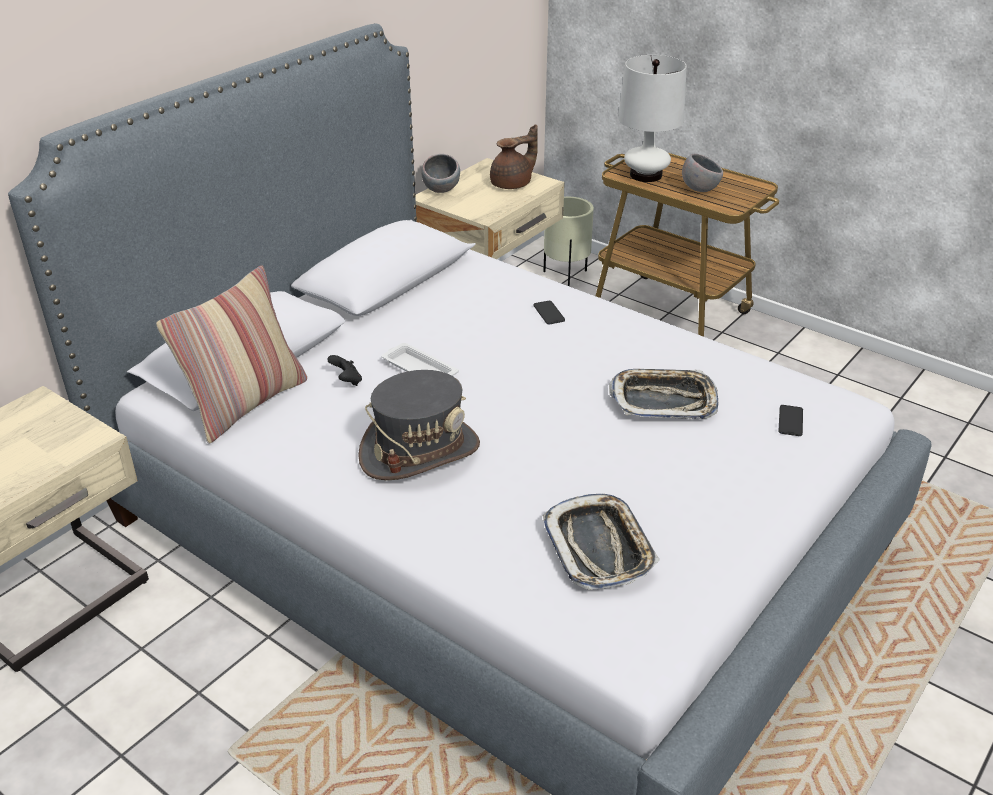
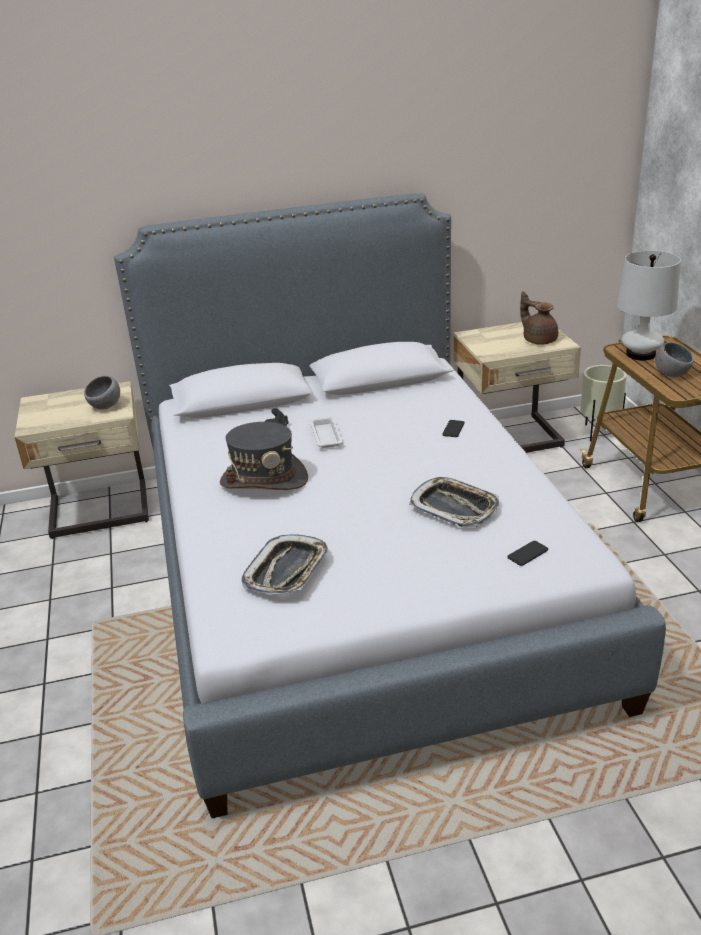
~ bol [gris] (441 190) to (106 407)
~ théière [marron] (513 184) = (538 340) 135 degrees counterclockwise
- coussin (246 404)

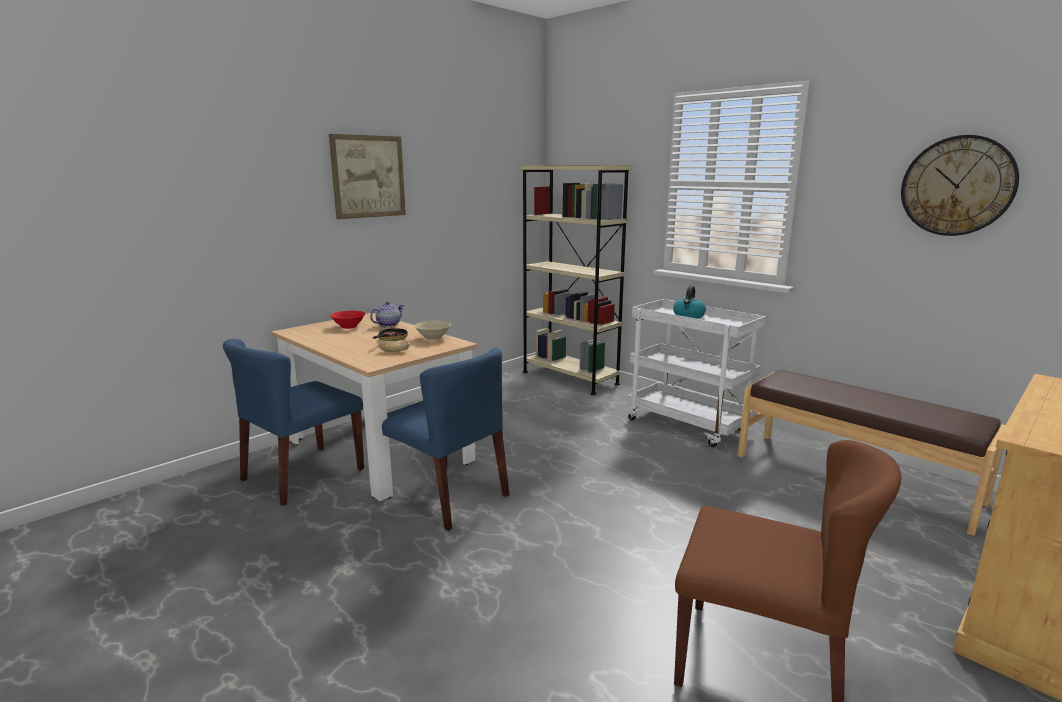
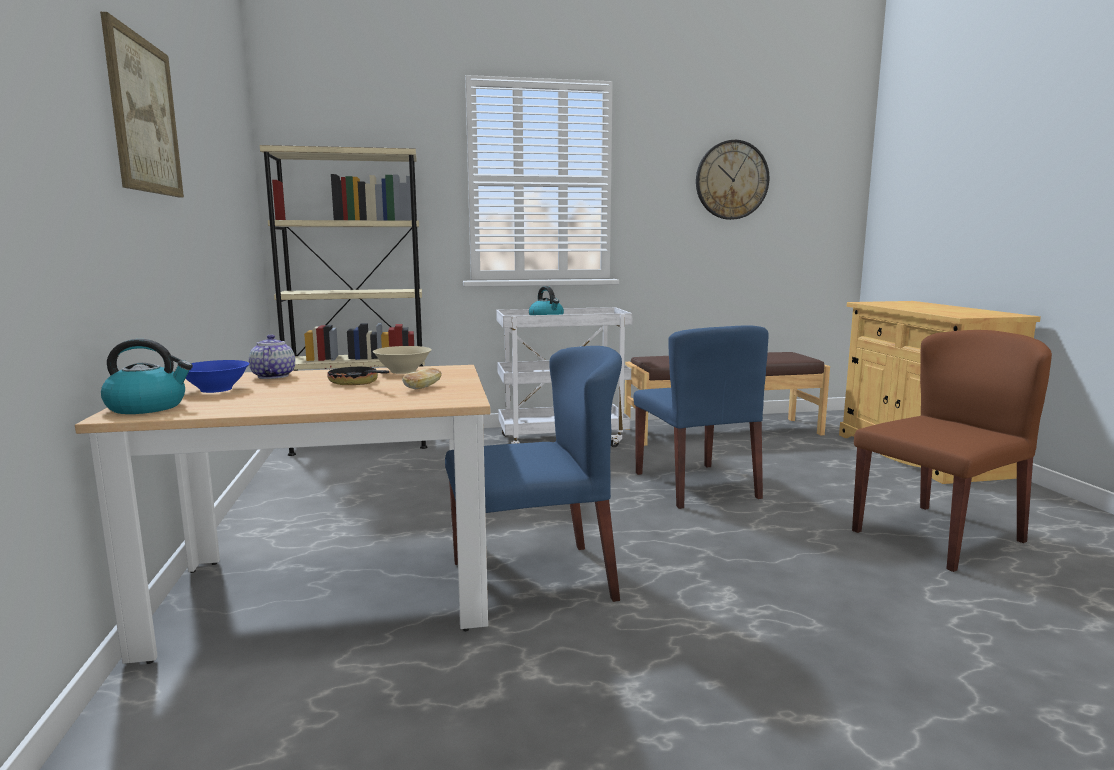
+ bouilloire (148 407)
~ bol [rouge] (349 326) to bol [bleu] (216 389)
~ chaise [bleu] (302 474) to (696 485)

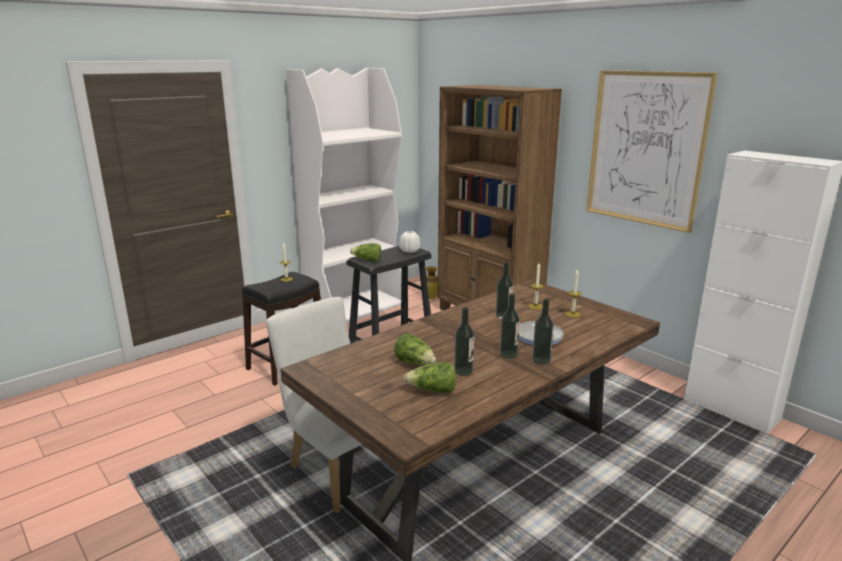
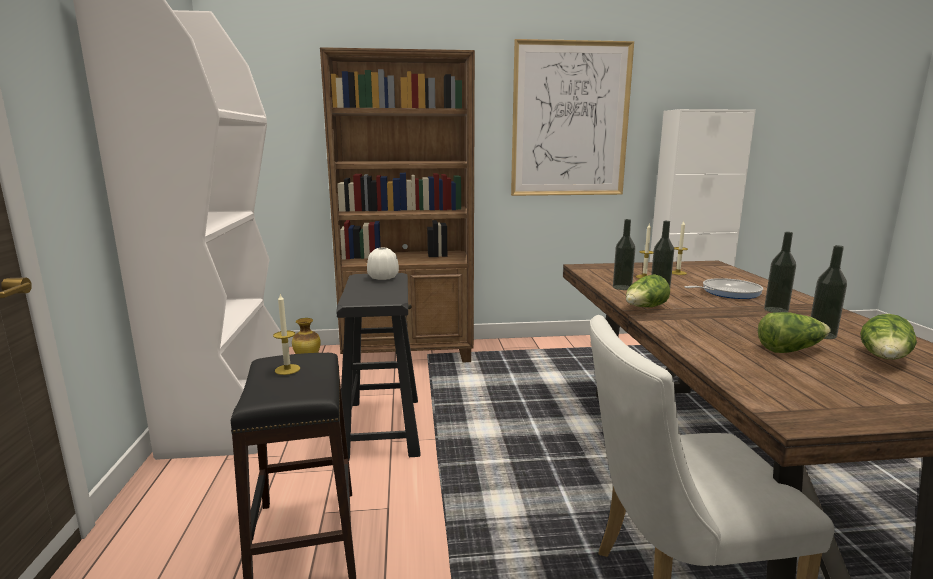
~ bouteille (541 360) to (622 287)
~ laitue (367 260) to (645 308)

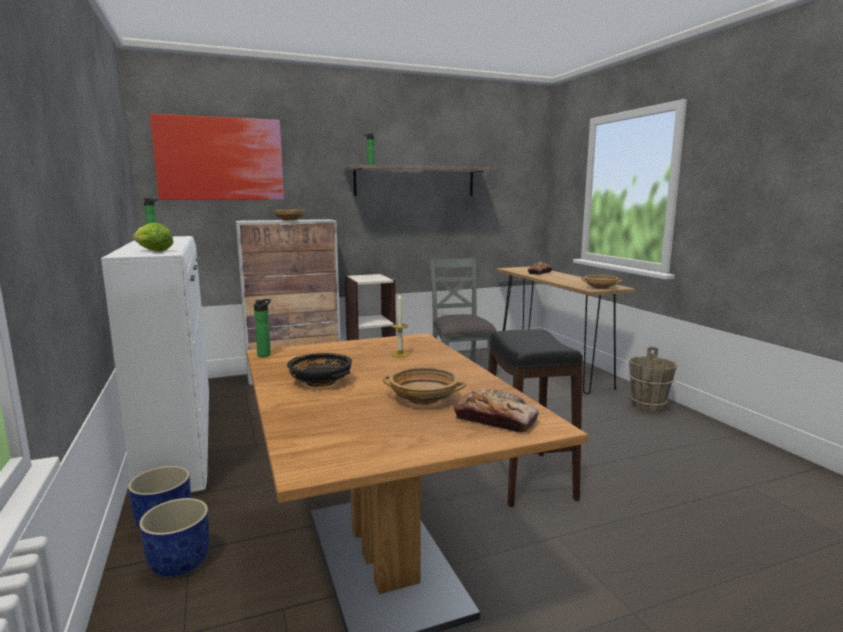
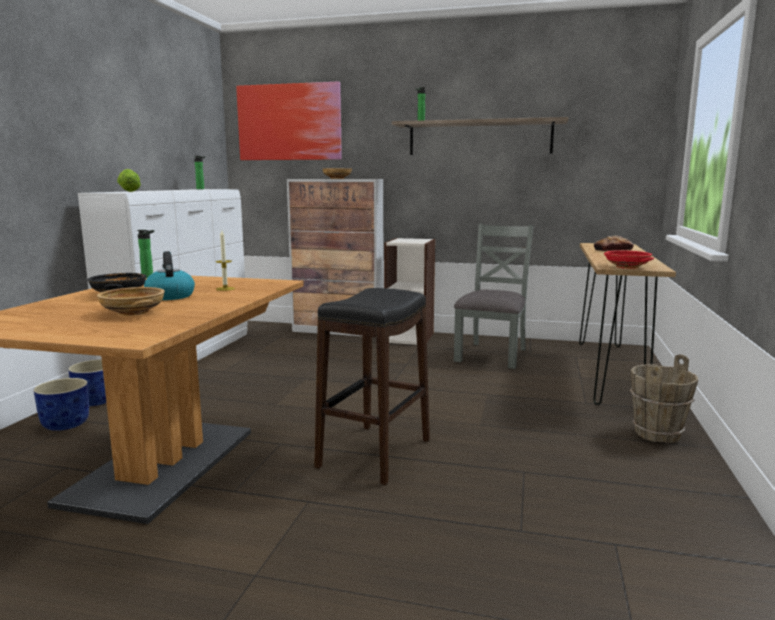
+ bouilloire (170 296)
~ bol [beige] (600 288) to bol [rouge] (626 267)
- pain (495 420)

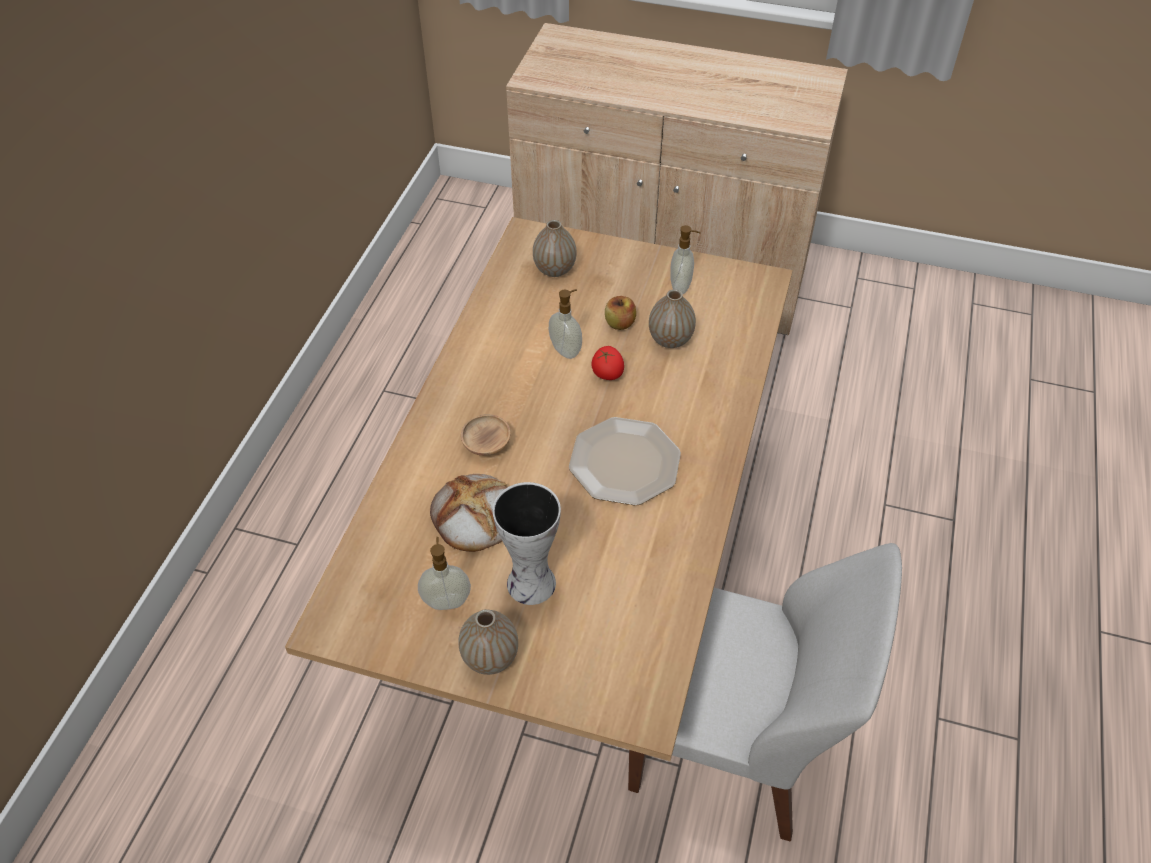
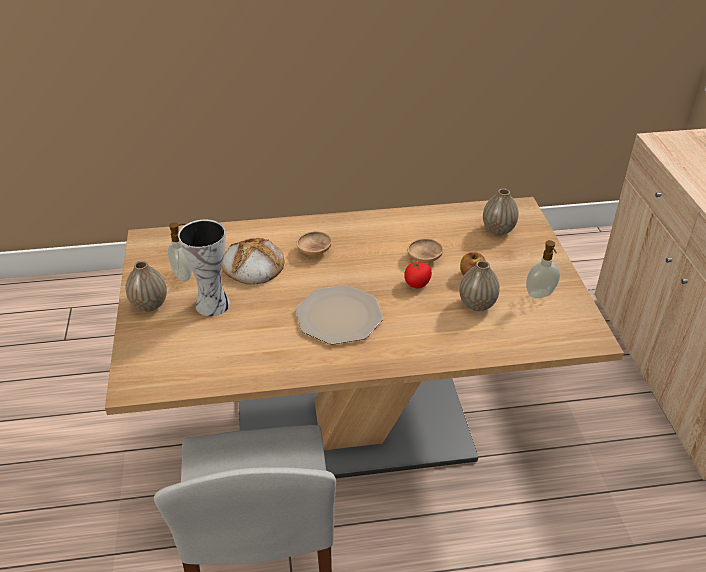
~ distributeur de savon (566 350) to bol [marron] (424 259)

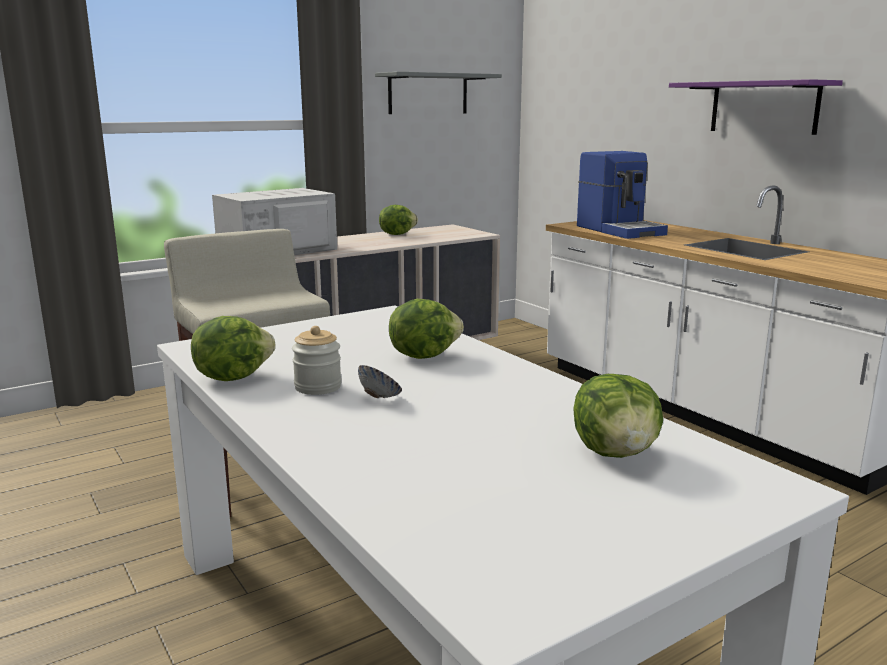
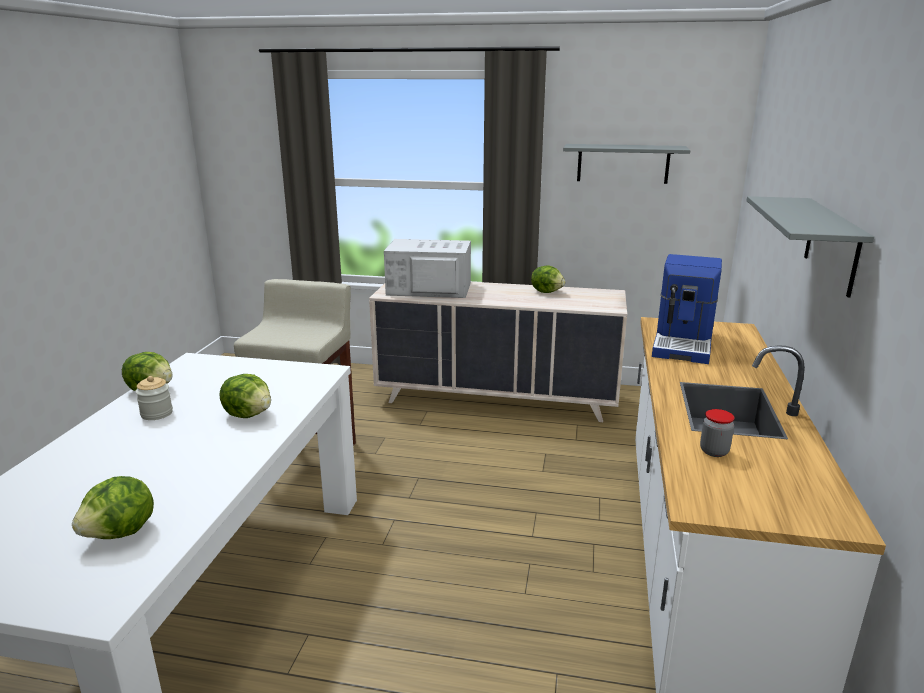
+ bocal (714 451)
~ étagère [violet] (763 107) to étagère [gris] (832 245)
- bol (379 398)

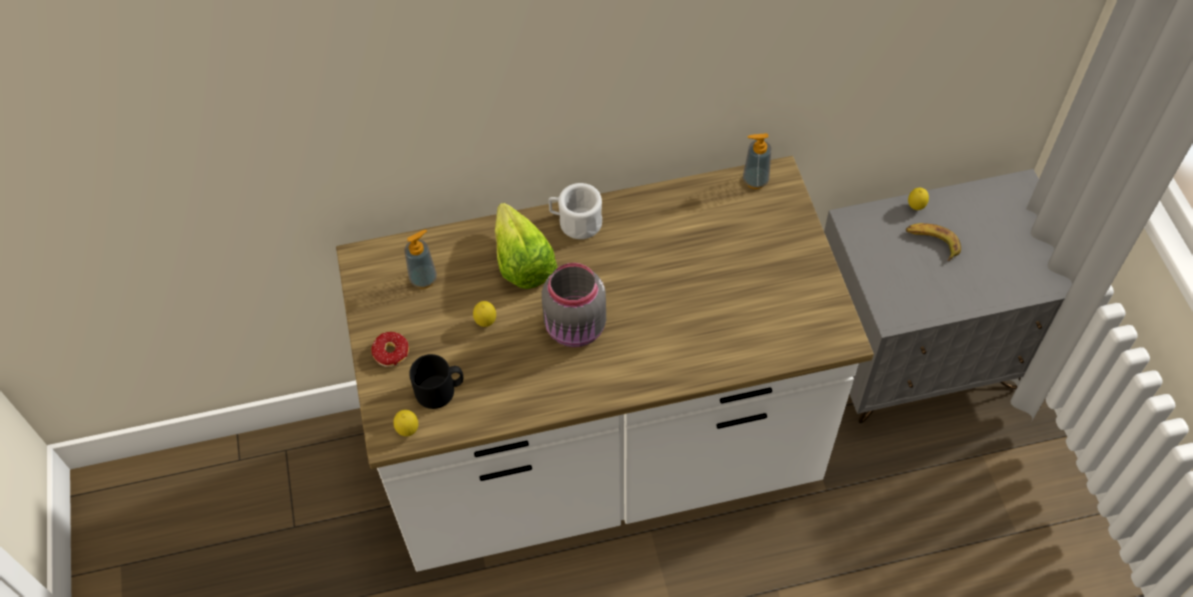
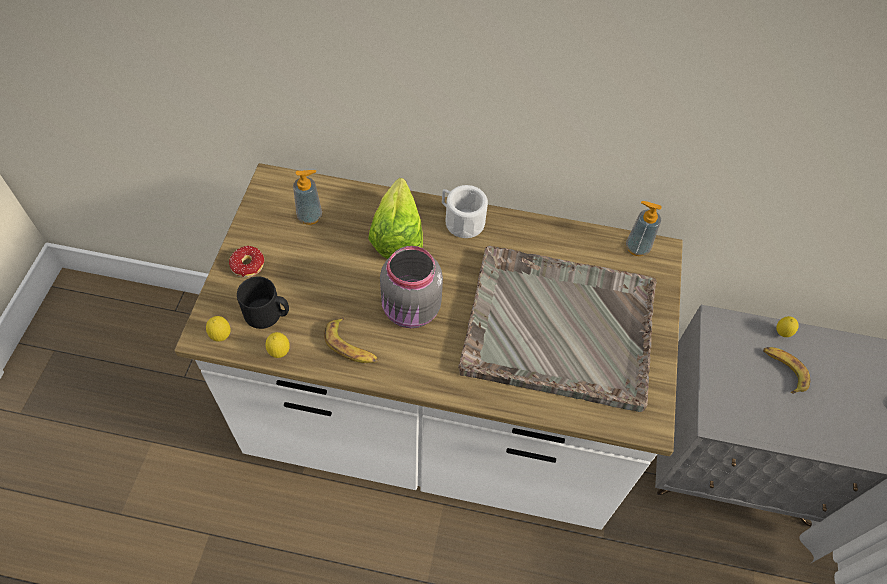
~ citron (486 323) to (280 353)
+ banane (351 346)
+ plateau [gris] (557 327)

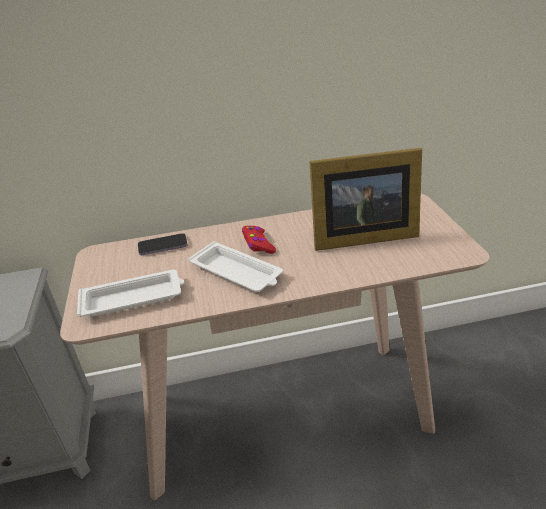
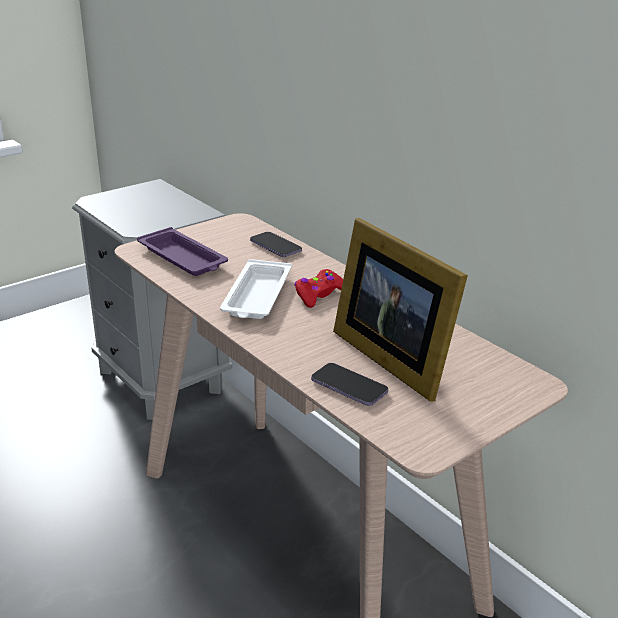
~ plateau [blanc] (134 298) to plateau [violet] (183 258)
+ téléphone (349 386)

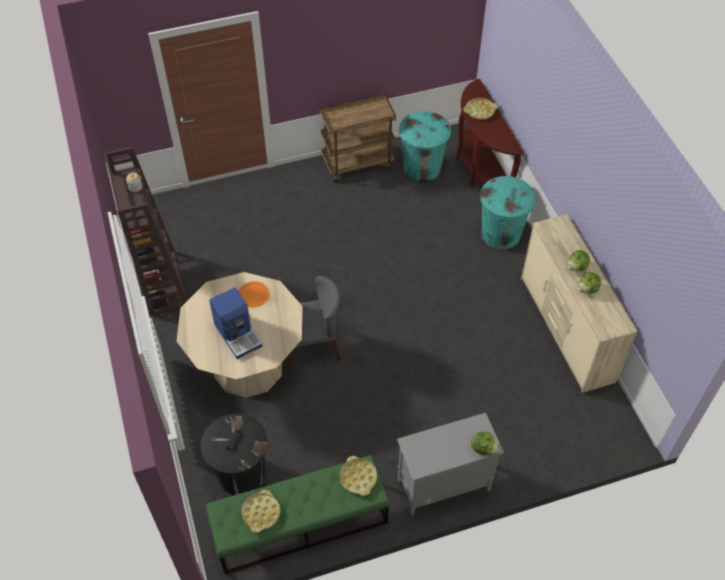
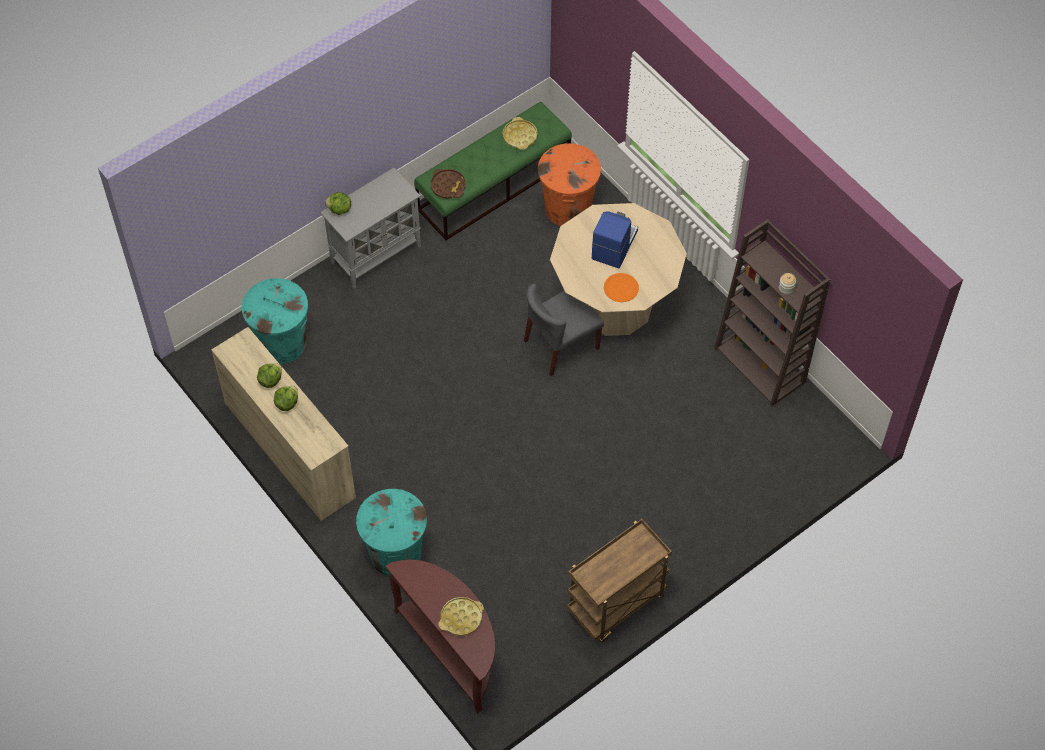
~ poubelle [turquoise] (422 168) to (282 343)
~ plateau [jaune] (358 478) to plateau [marron] (448 186)
~ poubelle [noir] (241 474) to poubelle [orange] (568 208)
~ machine à café (238 334) = (613 245) 75 degrees clockwise

